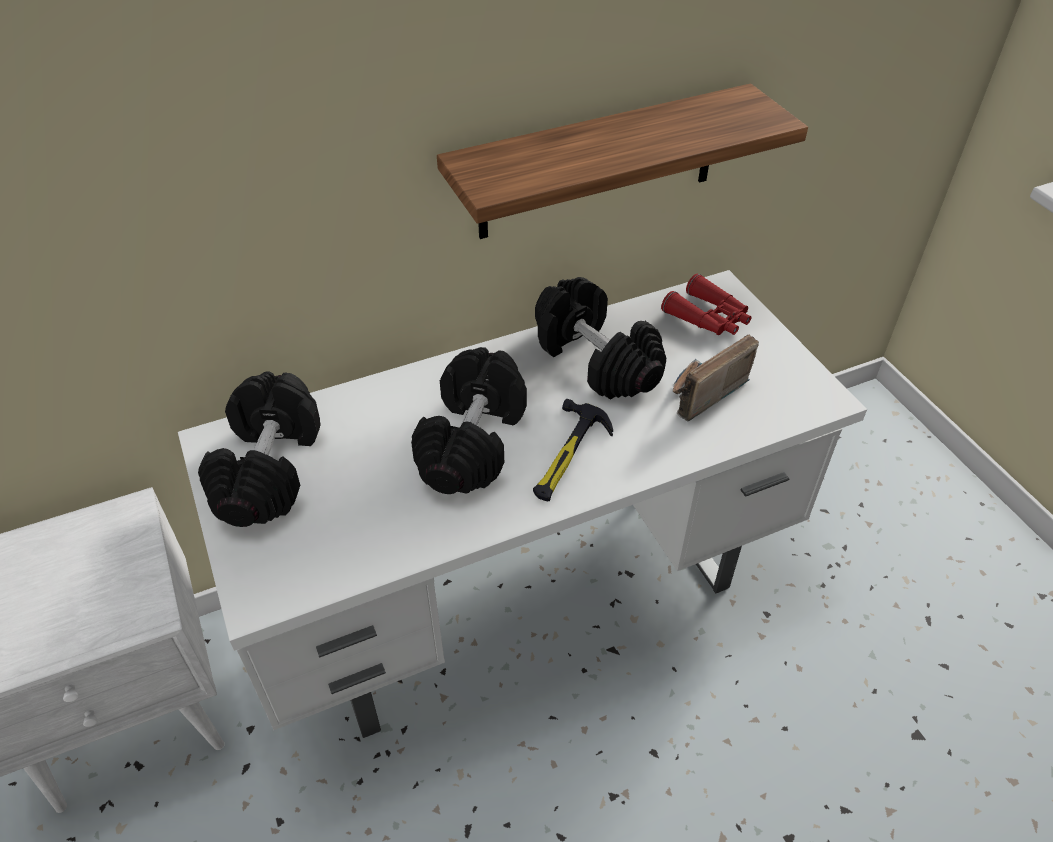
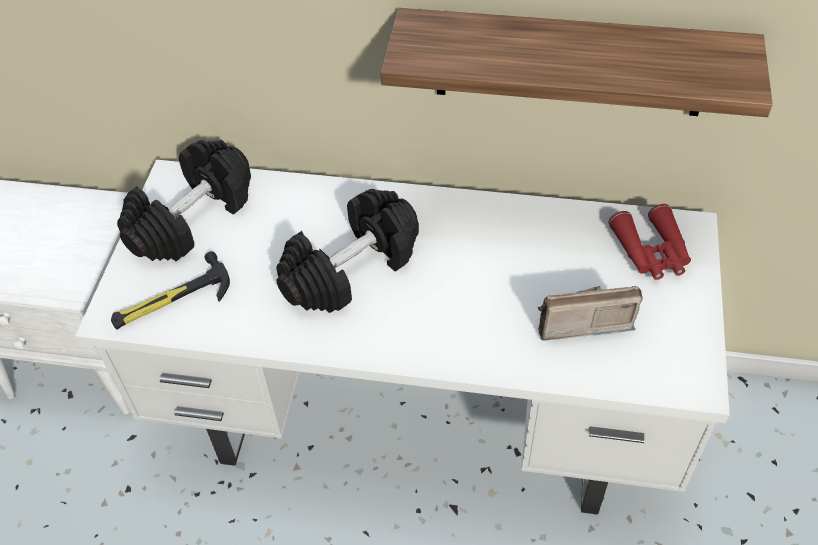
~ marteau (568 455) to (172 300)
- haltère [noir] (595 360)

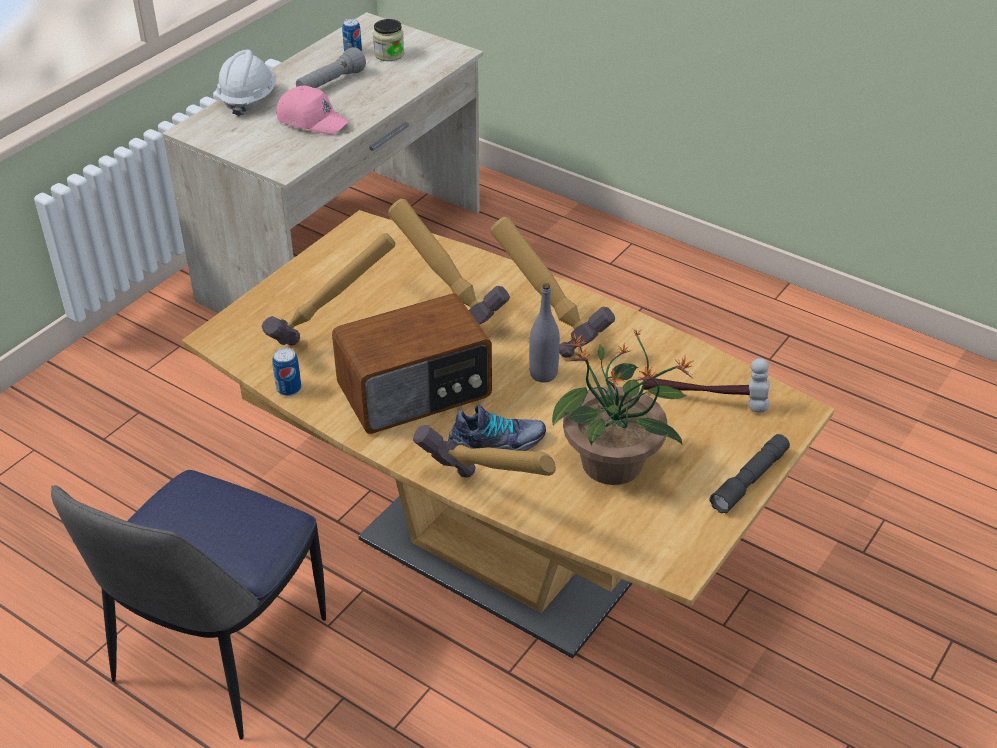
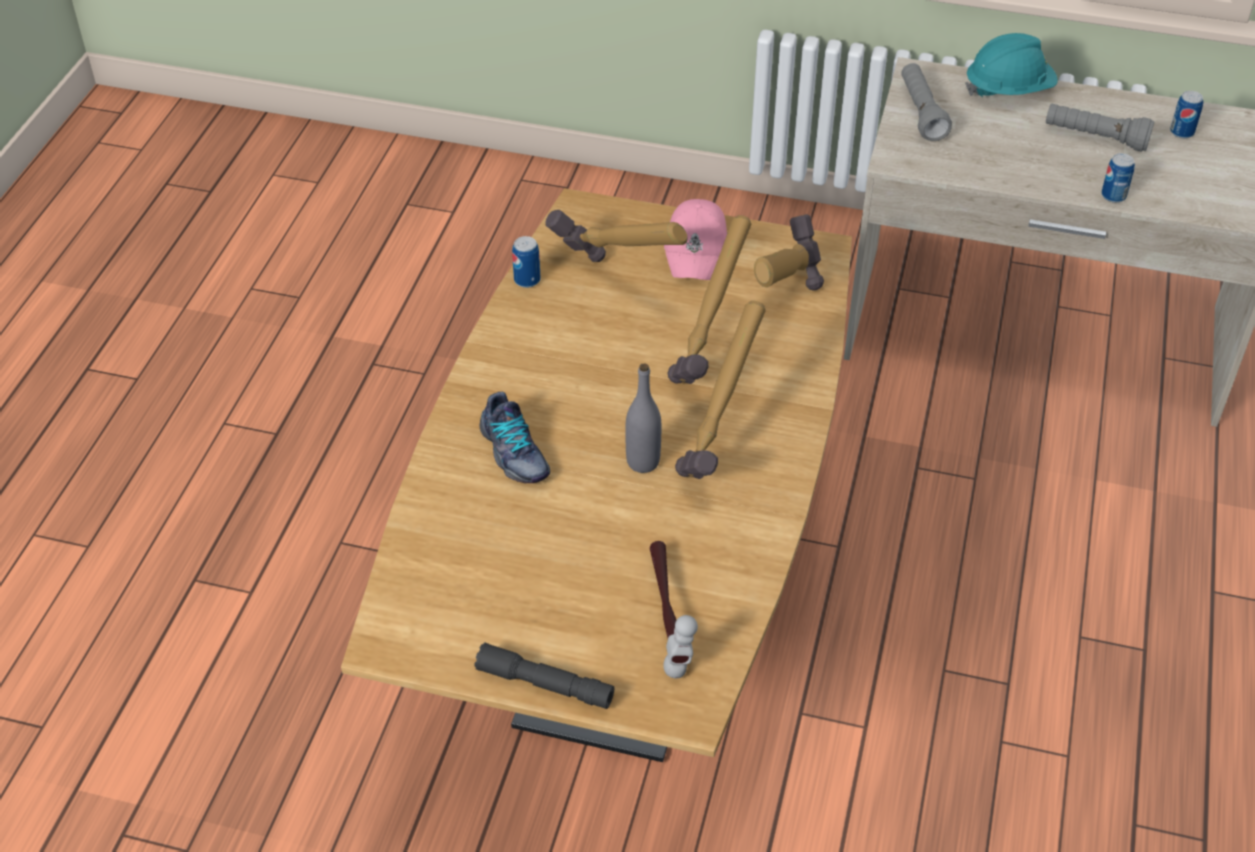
~ casquette [rose] (312 120) to (697 249)
~ marteau (481 507) to (779 308)
+ lampe de poche [gris] (921 112)
~ casque de chantier [blanc] (248 99) to casque de chantier [turquoise] (1008 90)
+ boîte métallique (1113 196)
- chaise (218 655)
- radio (416 392)
- bocal (389 54)
- plante en pot (613 464)

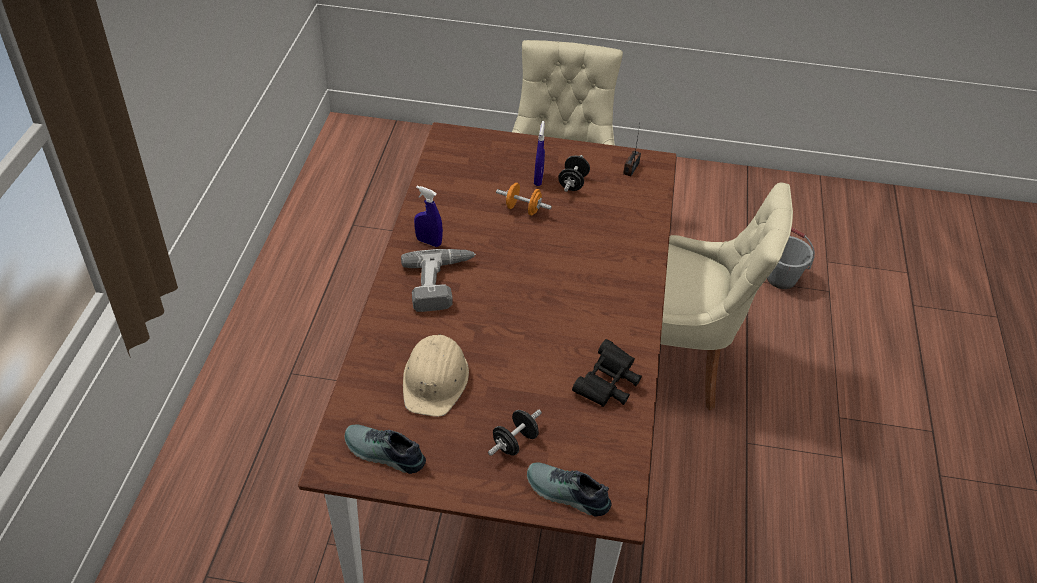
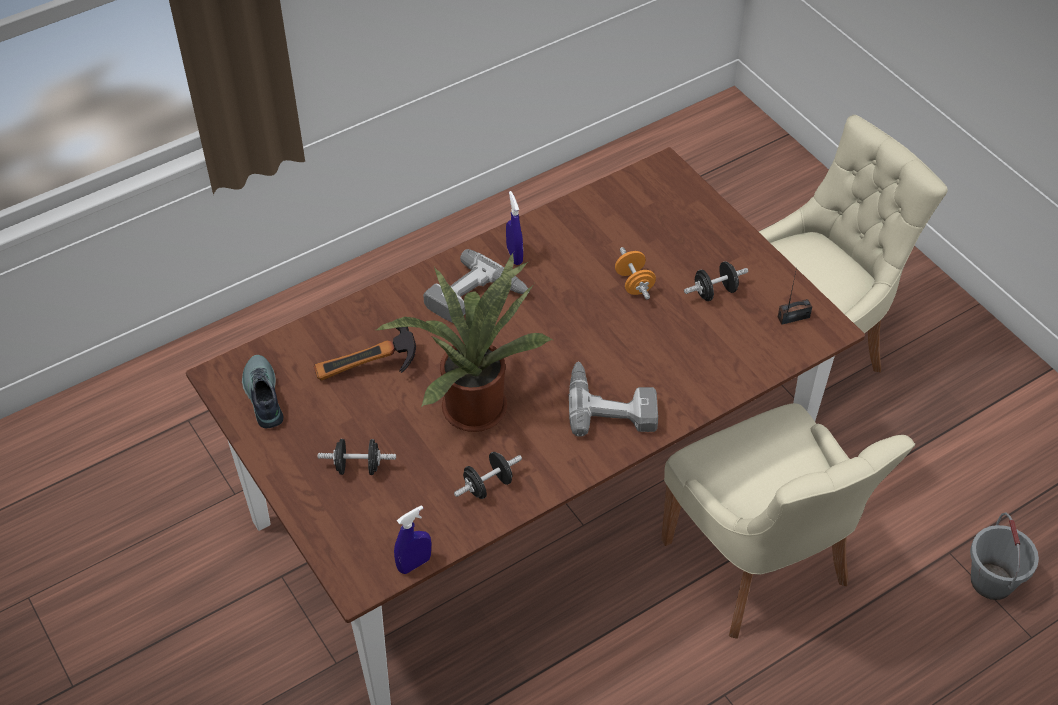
~ casque de chantier [beige] (435 379) to marteau (368 372)
+ plante en pot (472 403)
~ vaporisateur [bleu] (538 179) to (414 564)
~ jumelles [noir] (607 385) to haltère [noir] (488 485)
+ perceuse (611 404)
- chaussure (566 494)

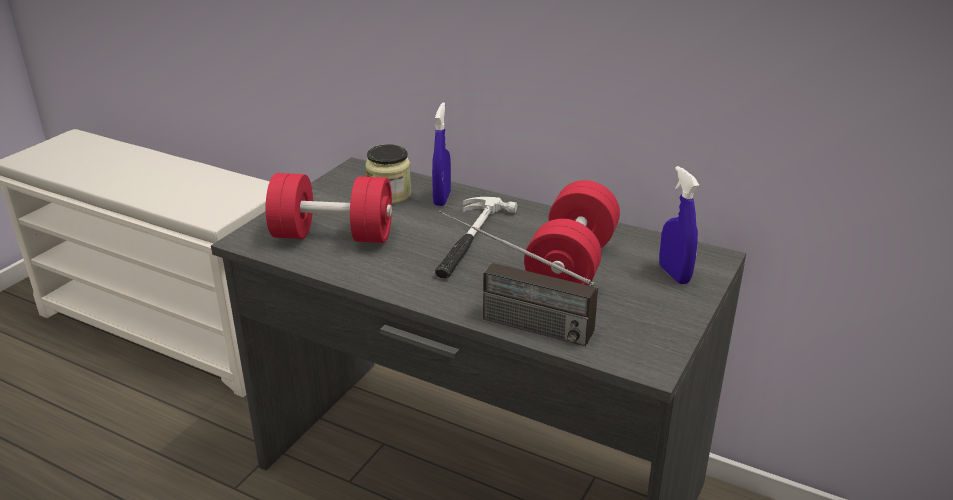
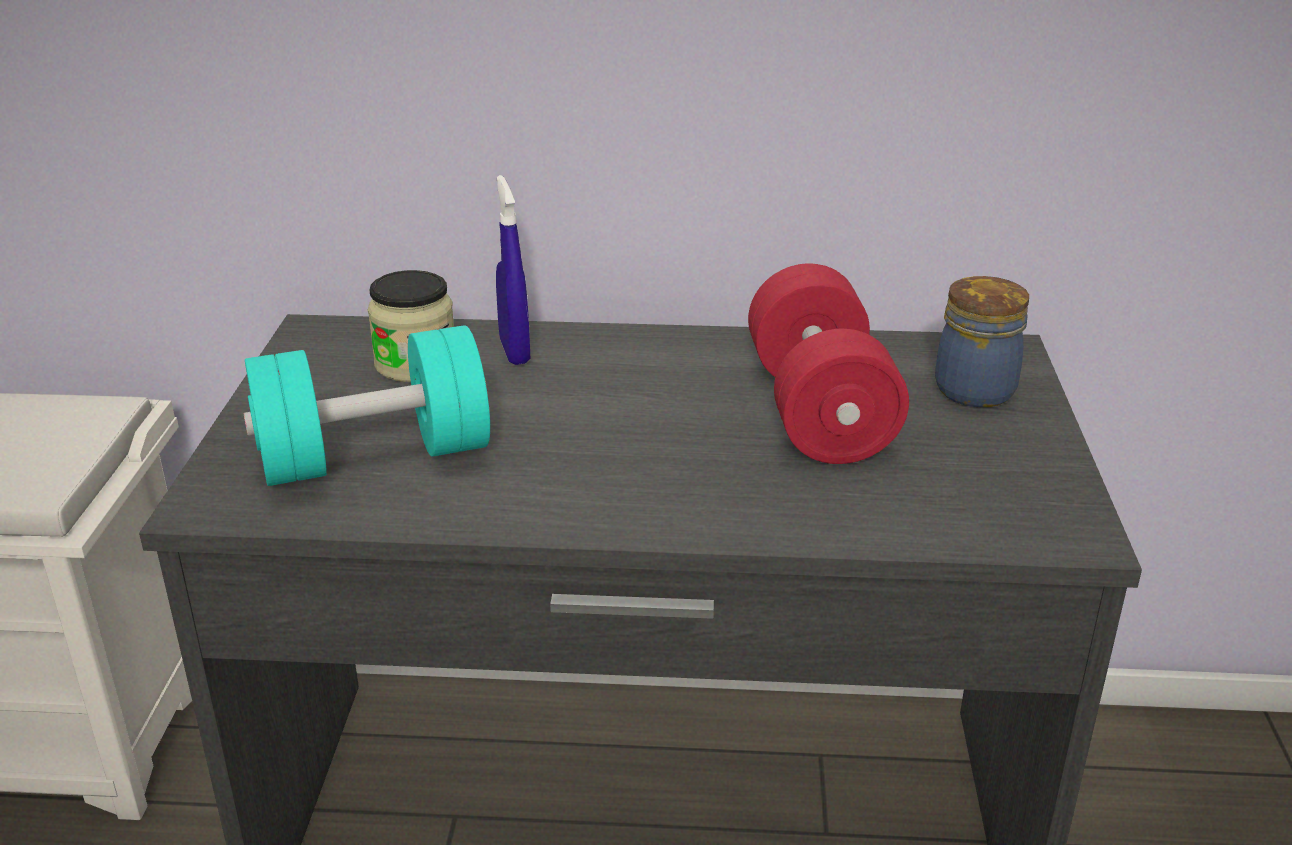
~ haltère [rouge] (333 236) to haltère [turquoise] (374 457)
~ vaporisateur [bleu] (674 274) to bocal (977 389)
- marteau (469 240)
- radio (509 320)

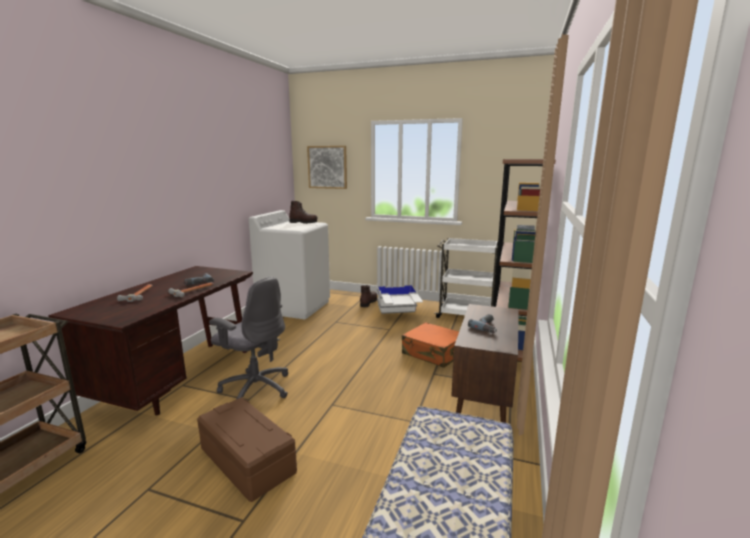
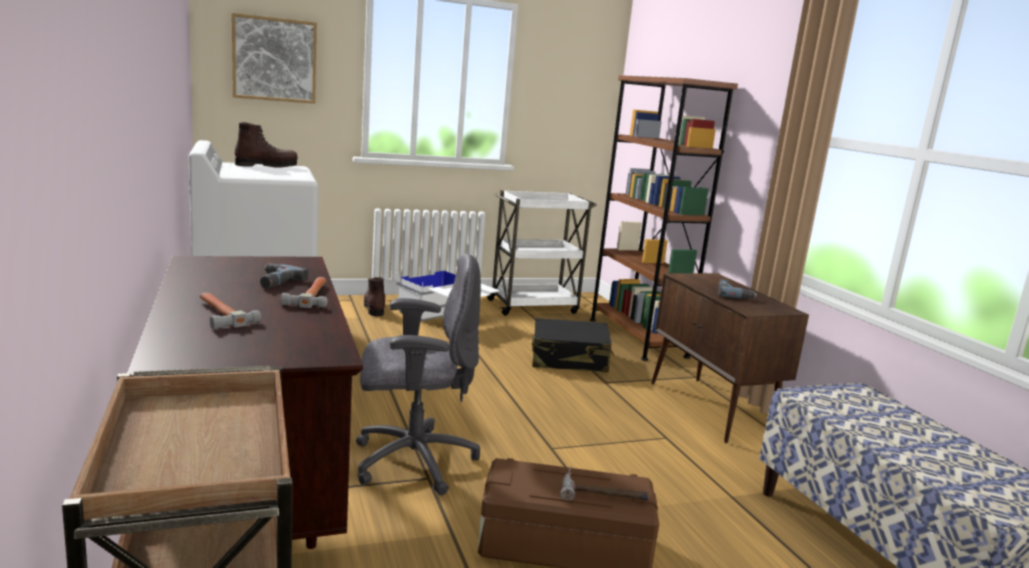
~ valise [orange] (434 353) to valise [noir] (569 359)
+ marteau (603 491)

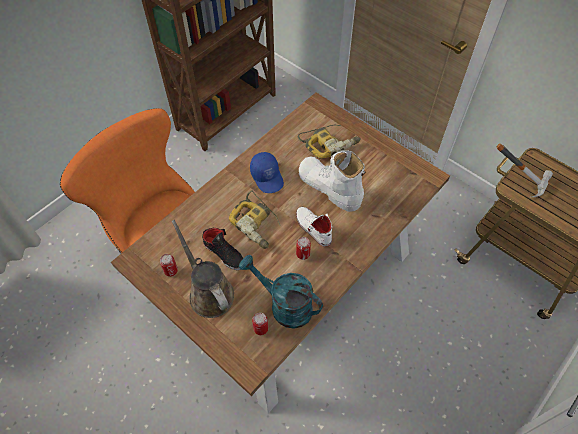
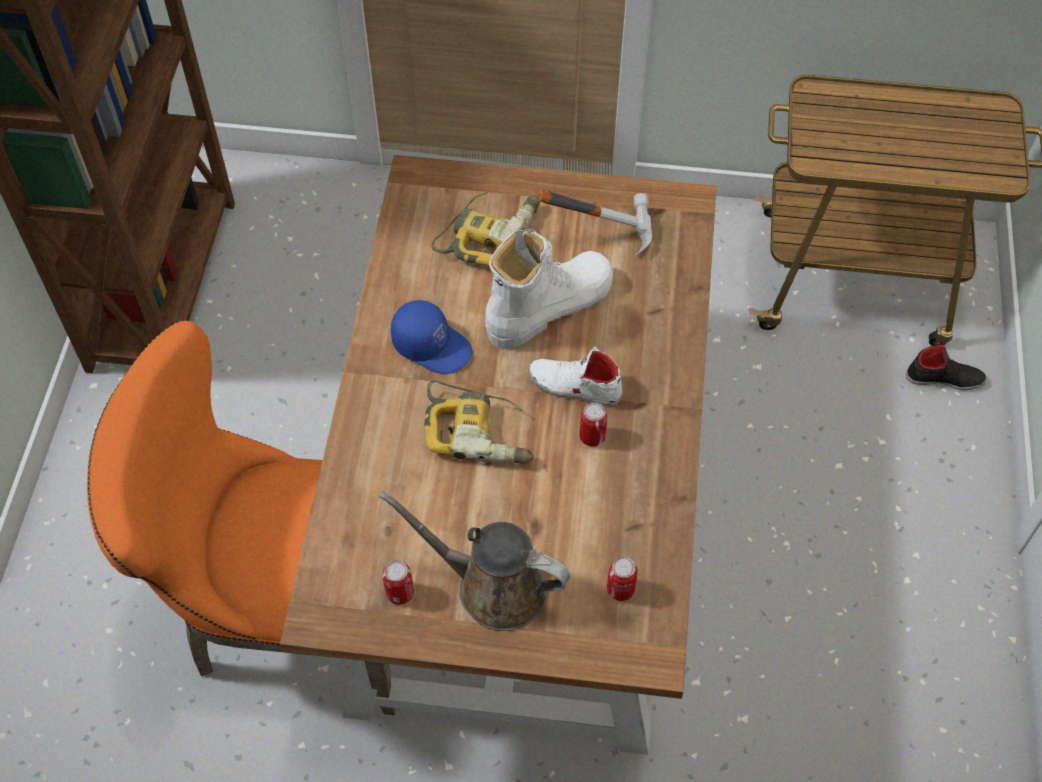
~ botte [blanc] (329 188) = (548 306) 135 degrees clockwise
~ marteau (519 177) to (599 229)
~ chaussure [noir] (224 253) to (944 378)
- arrosoir [turquoise] (284 305)

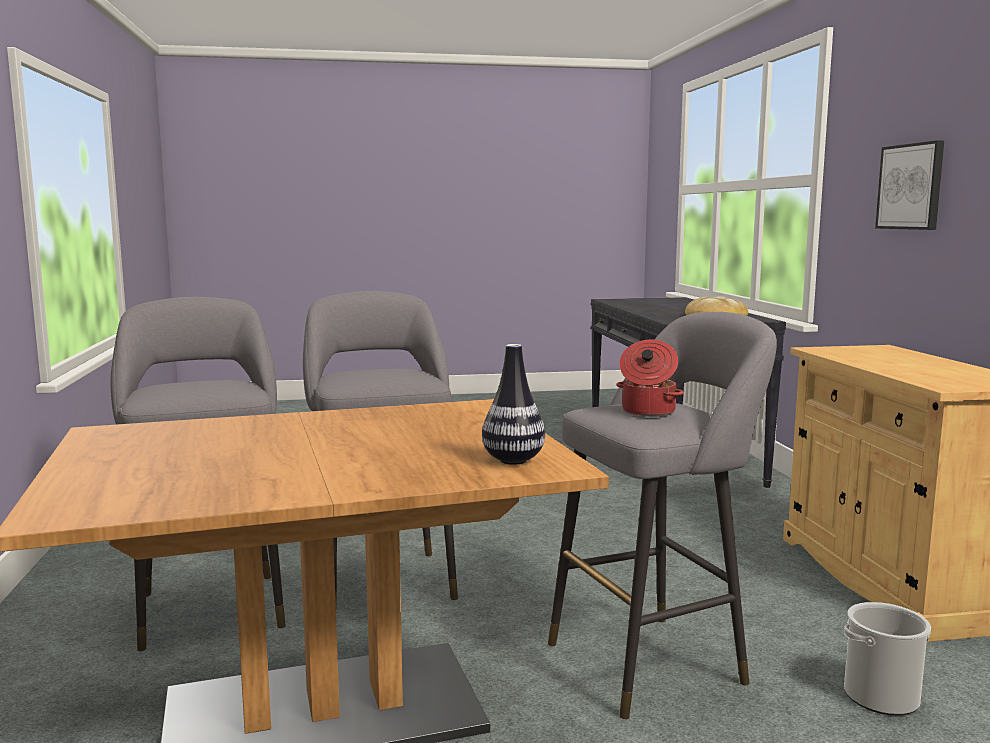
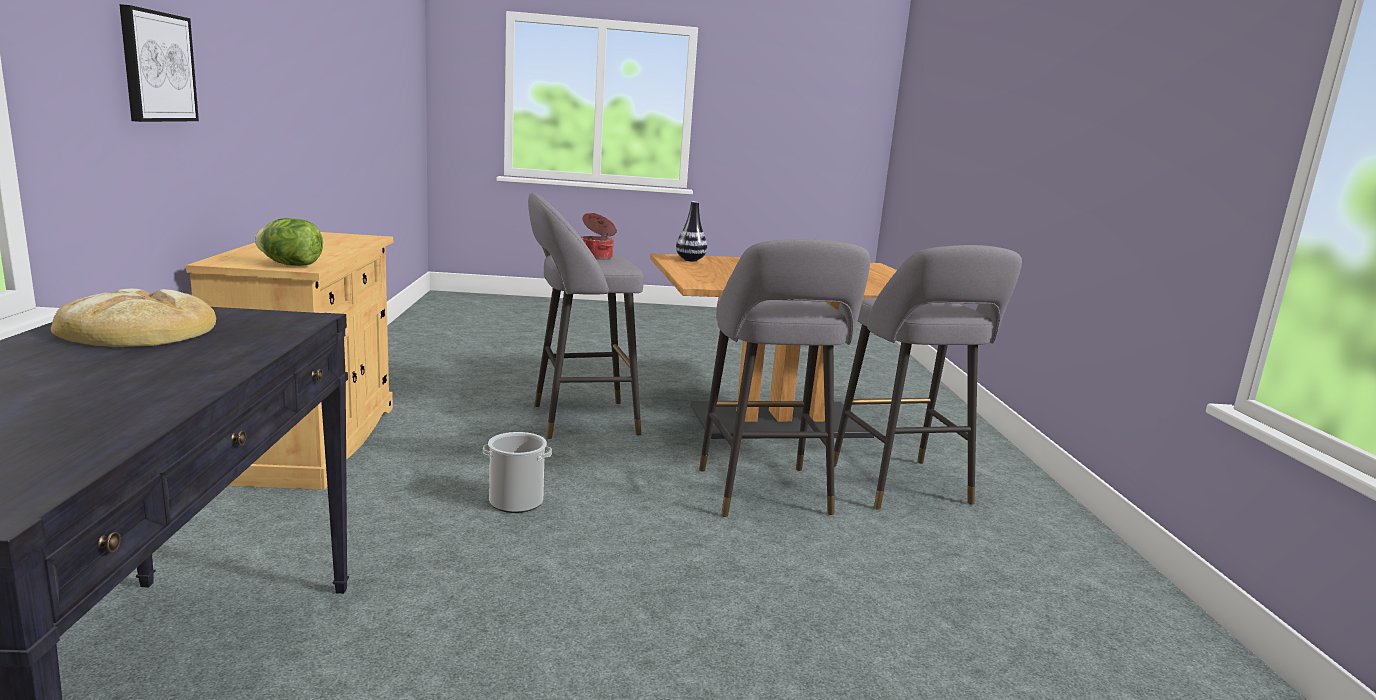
+ laitue (291 265)
~ seau (881 697) to (516 501)

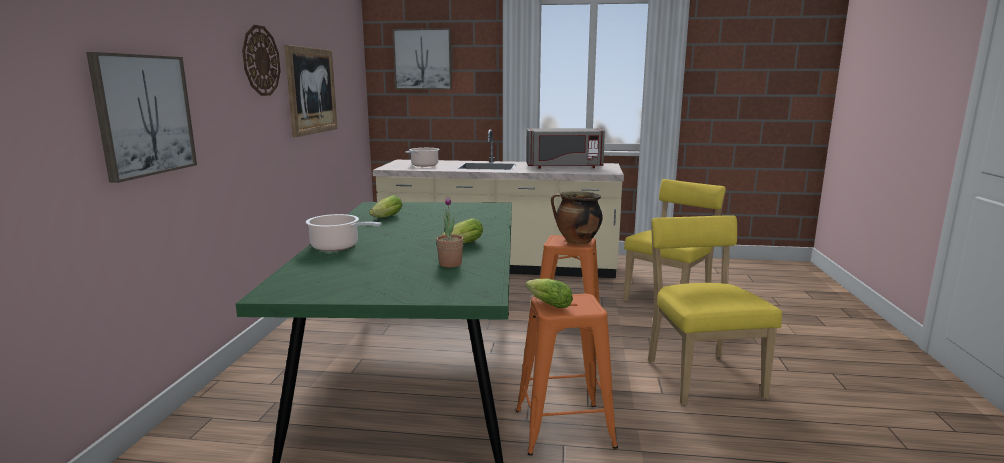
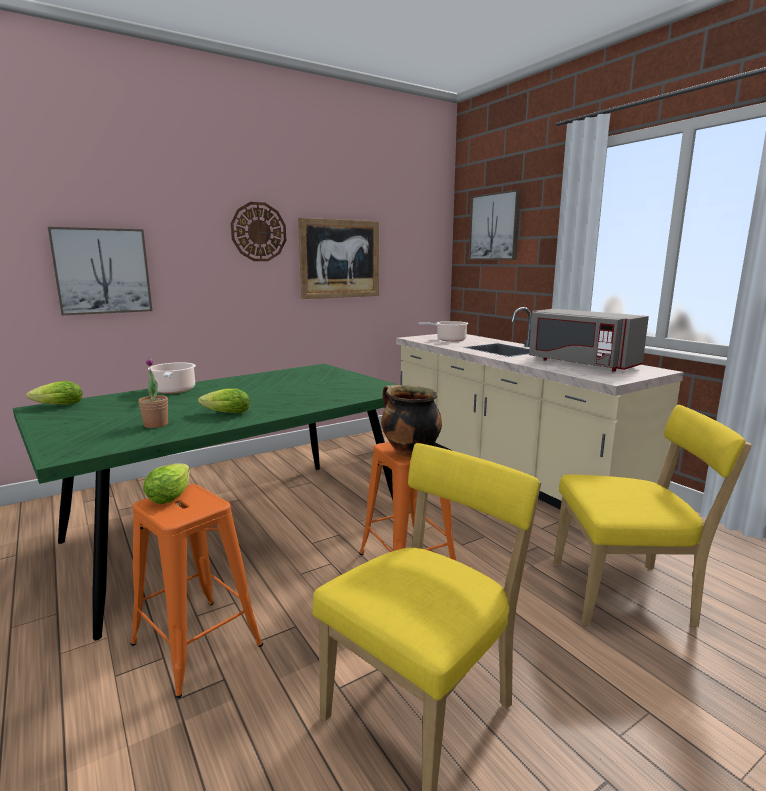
~ laitue (385 218) to (56 405)

